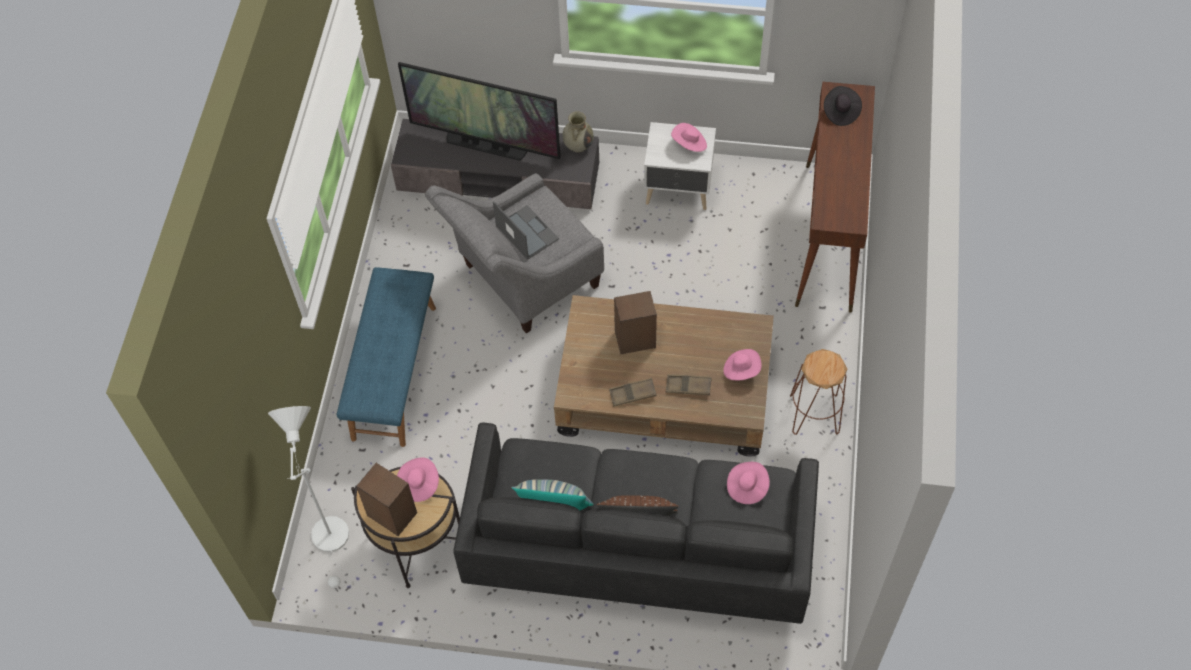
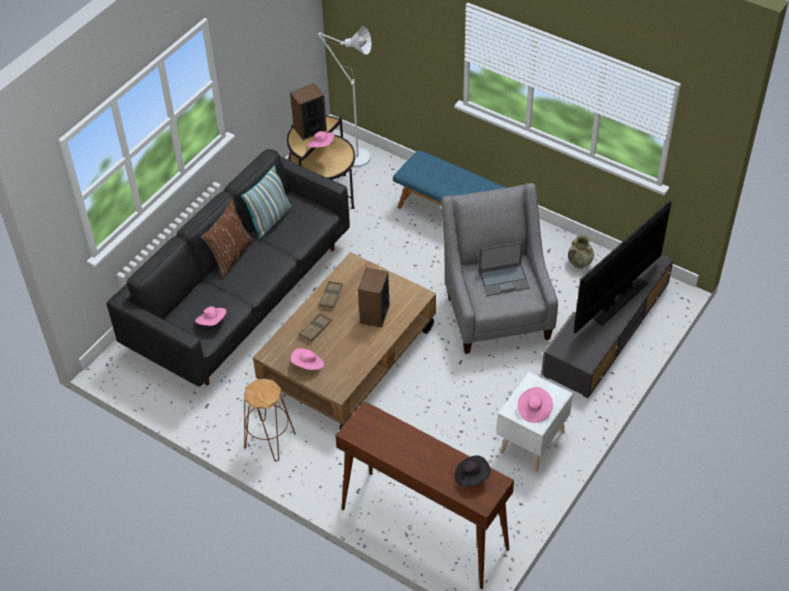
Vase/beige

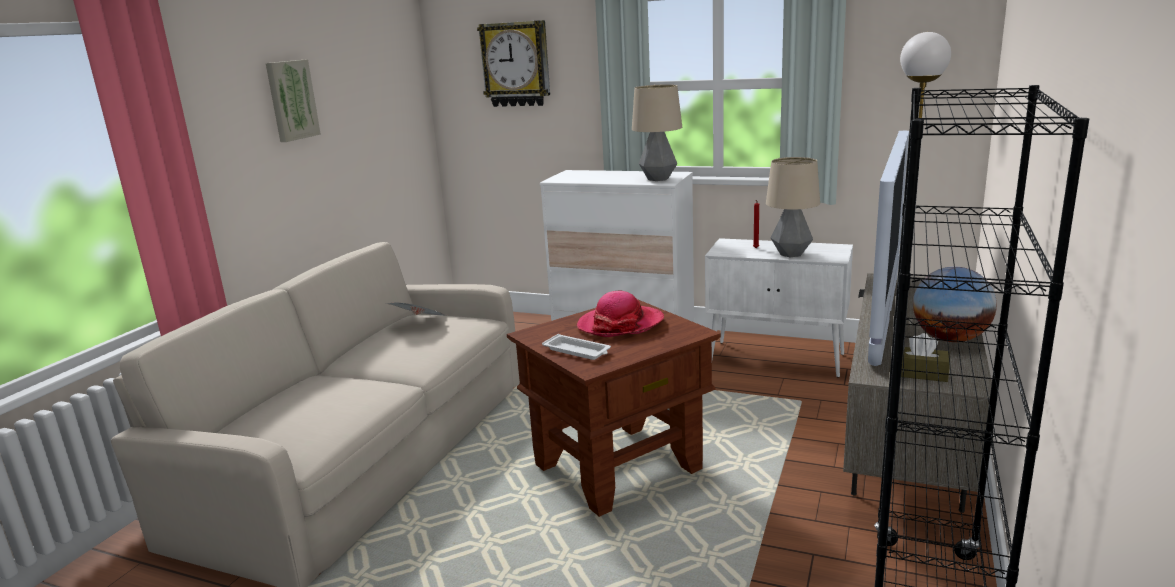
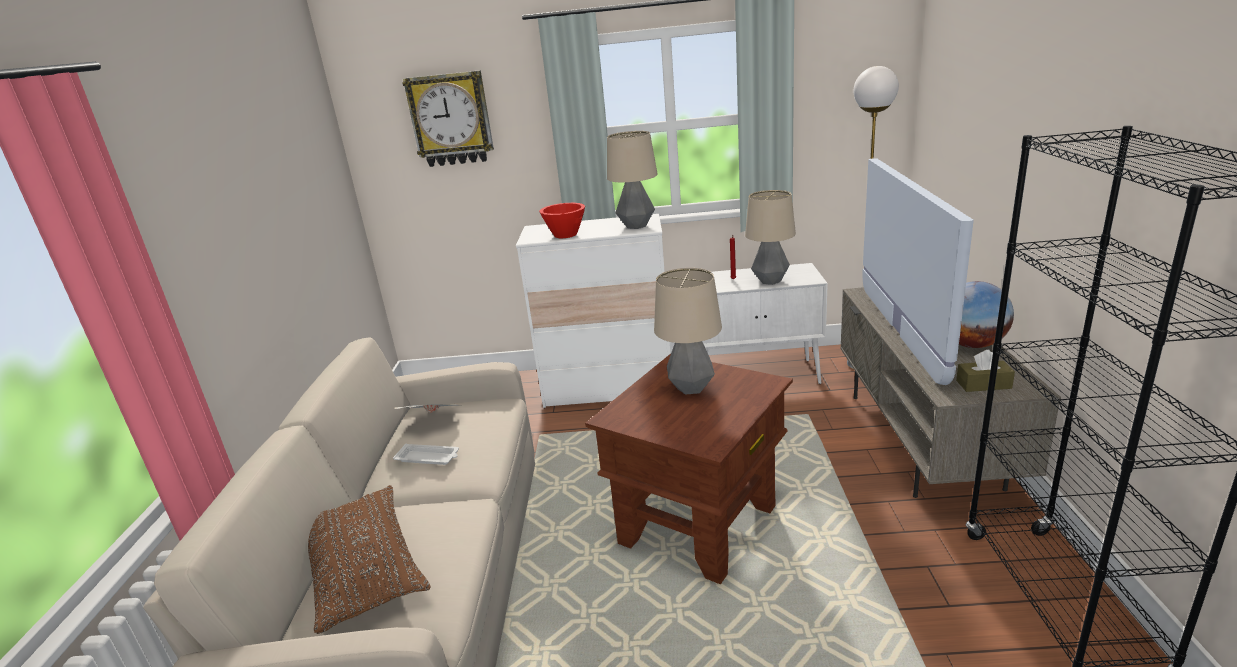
Kissen/braun
Tablett/weiß
Schüssel/rot
Tischlampe (no. 2 from left)
Bild

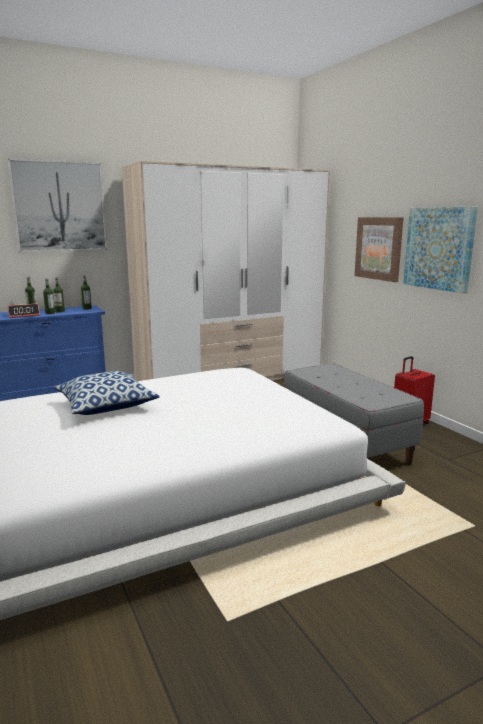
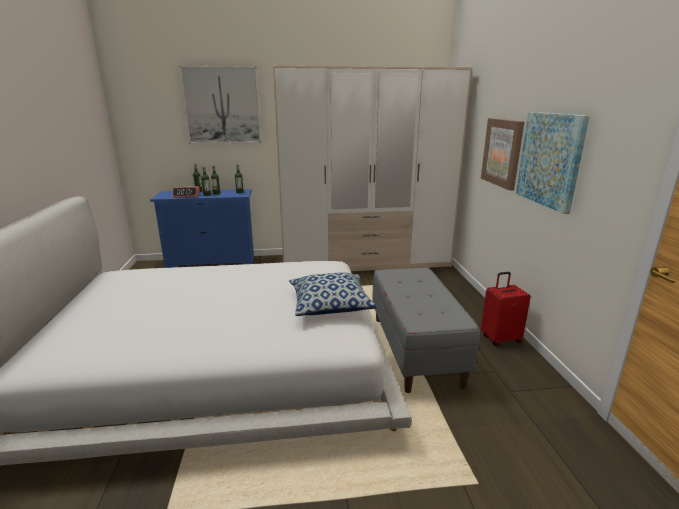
Kissen

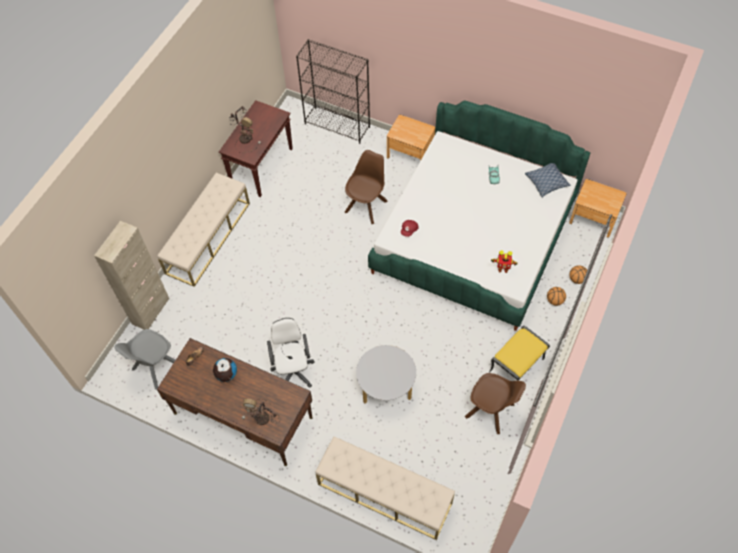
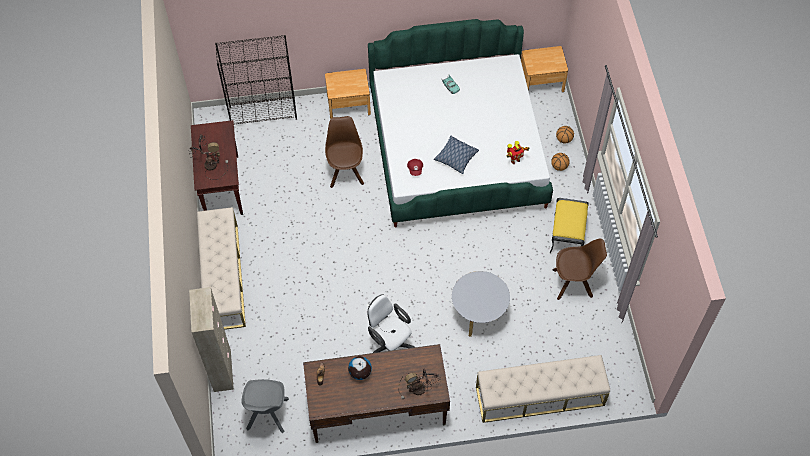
Kissen

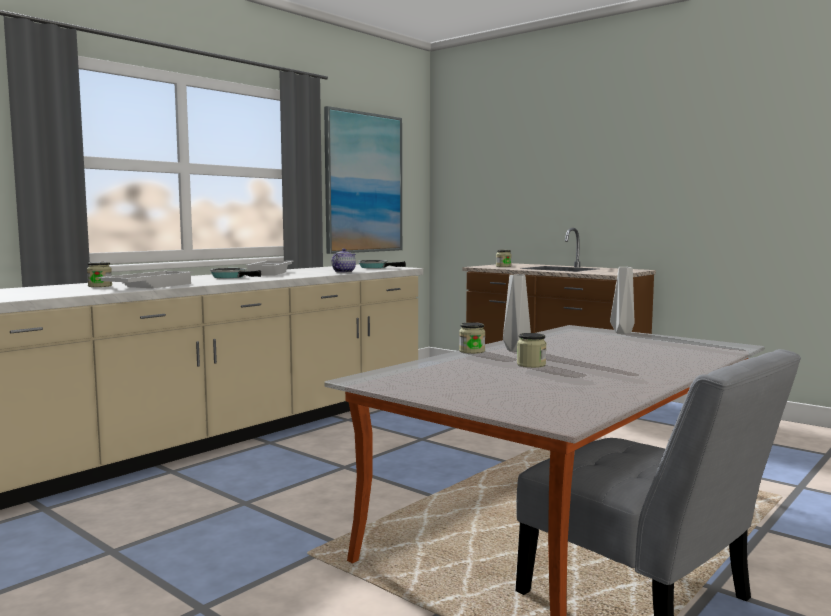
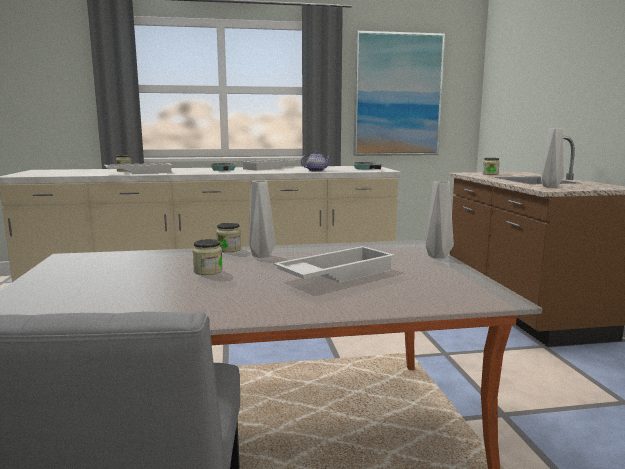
Tablett/weiß (no. 3 from left)
Vase/grau (no. 3 from left)

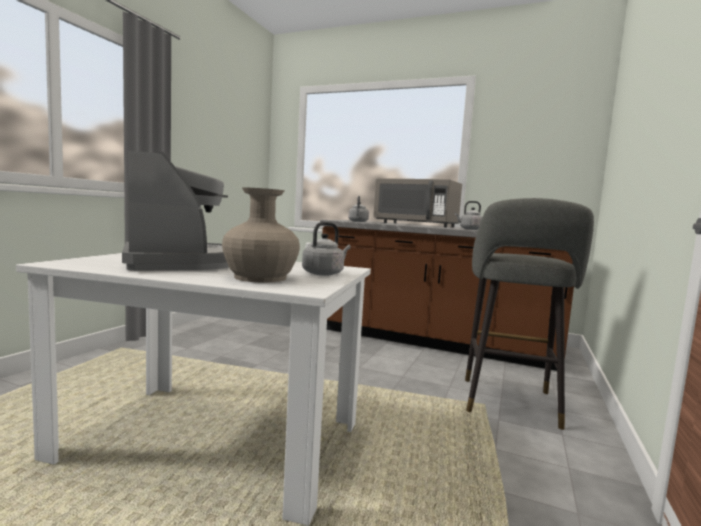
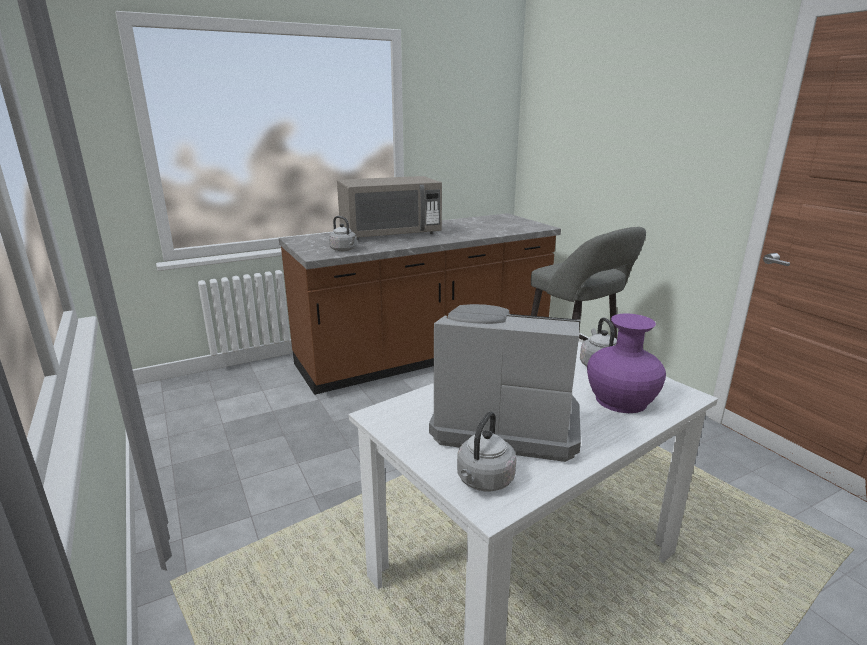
Wasserkessel/grau (no. 2 from left)
Vase/lila

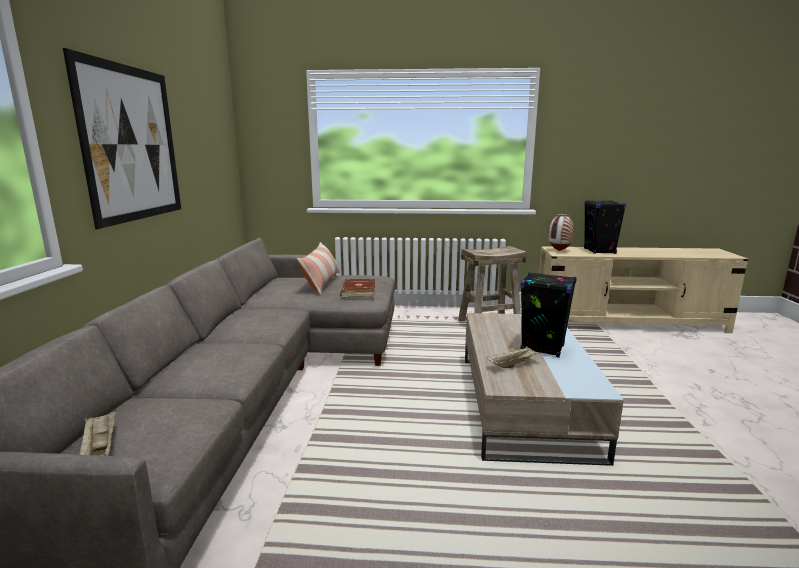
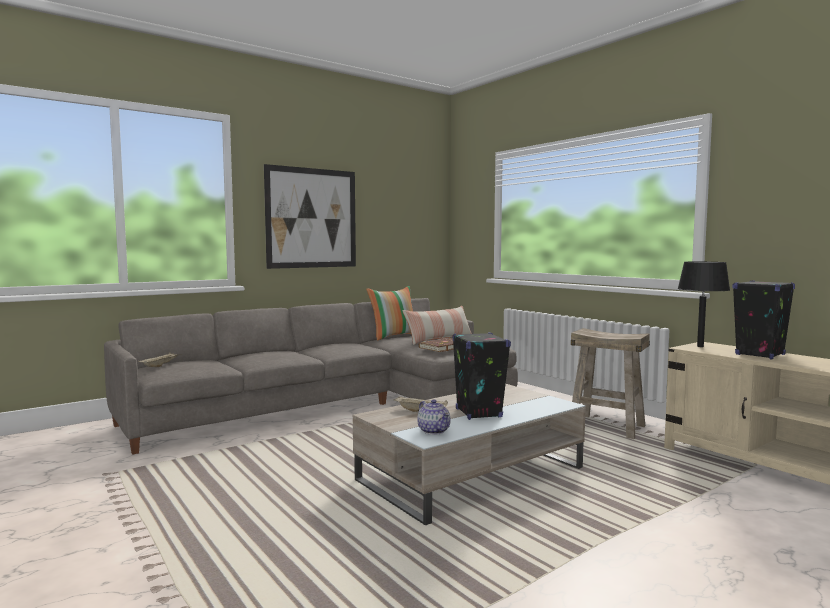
Kissen (no. 1 from left)
Teekanne
Tischlampe/schwarz

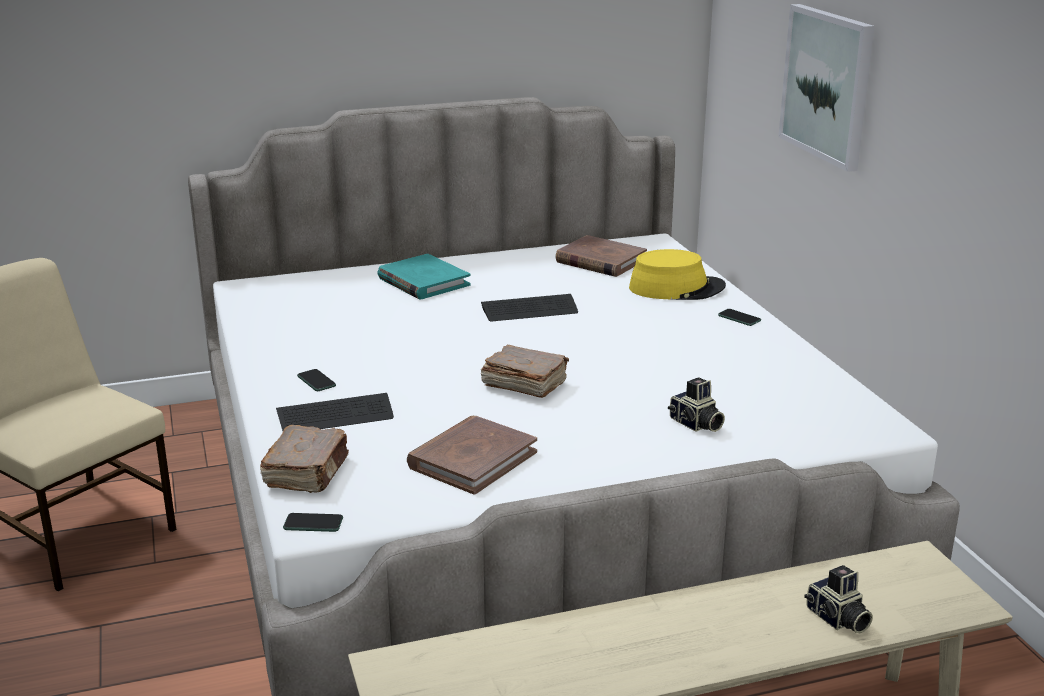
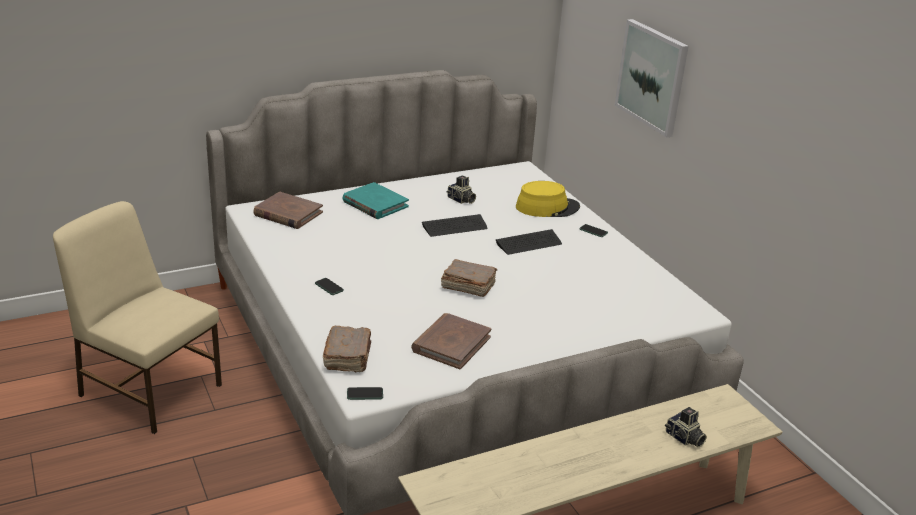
Buch/braun (no. 1 from left)
Kamera (no. 1 from left)
Tastatur (no. 2 from left)

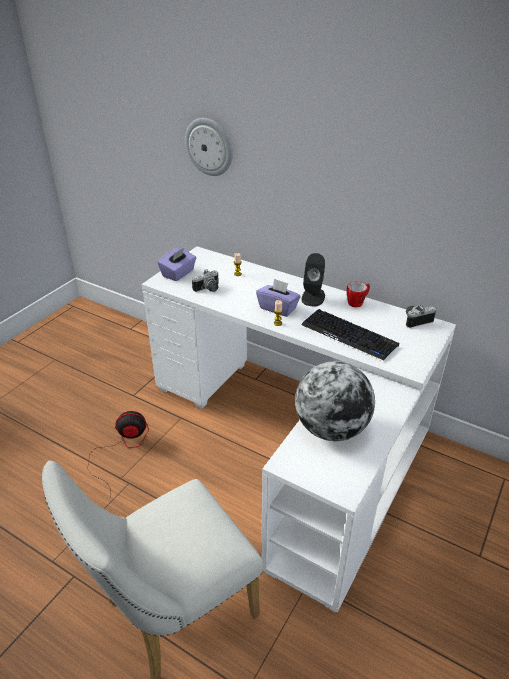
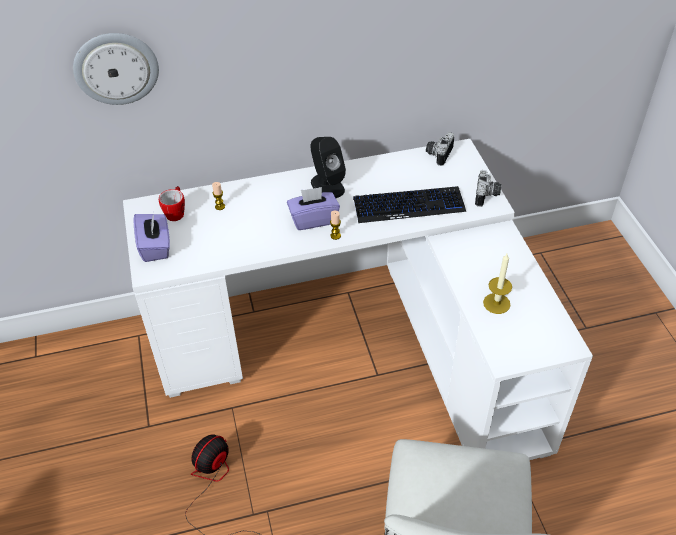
Henkelbecher
Kamera (no. 2 from left)
Kerze (no. 3 from left)

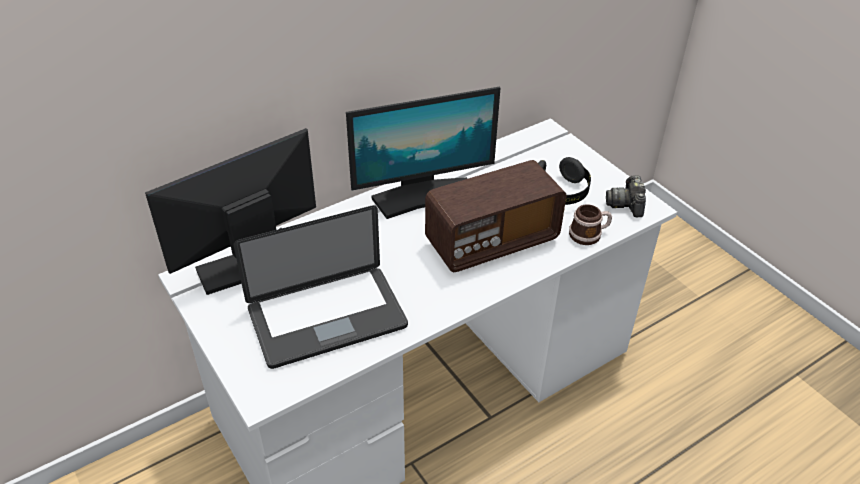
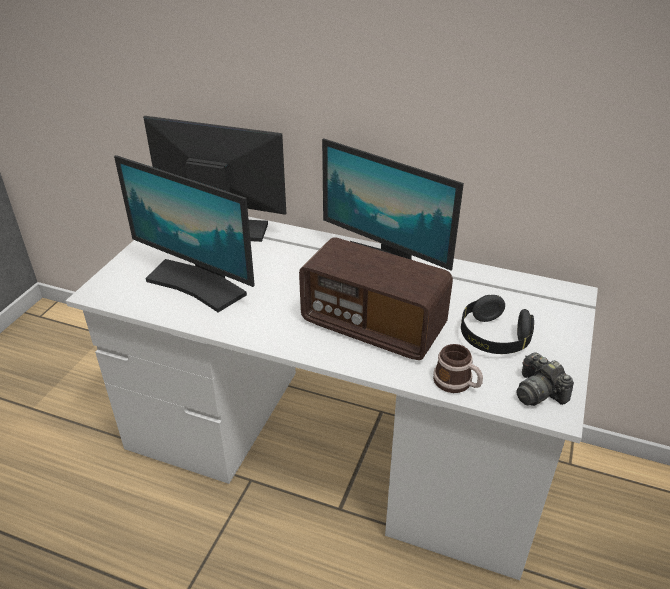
Monitor (no. 1 from left)
Kamera

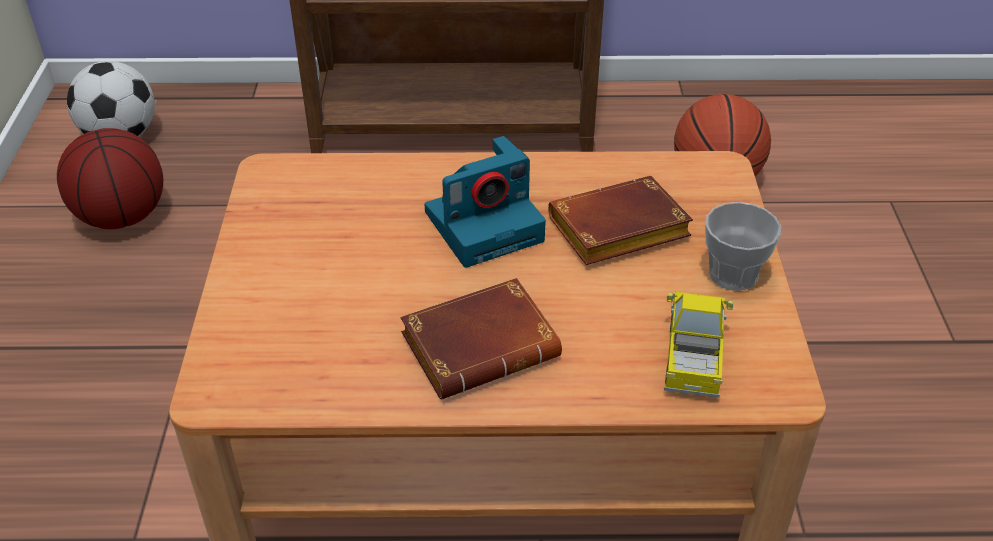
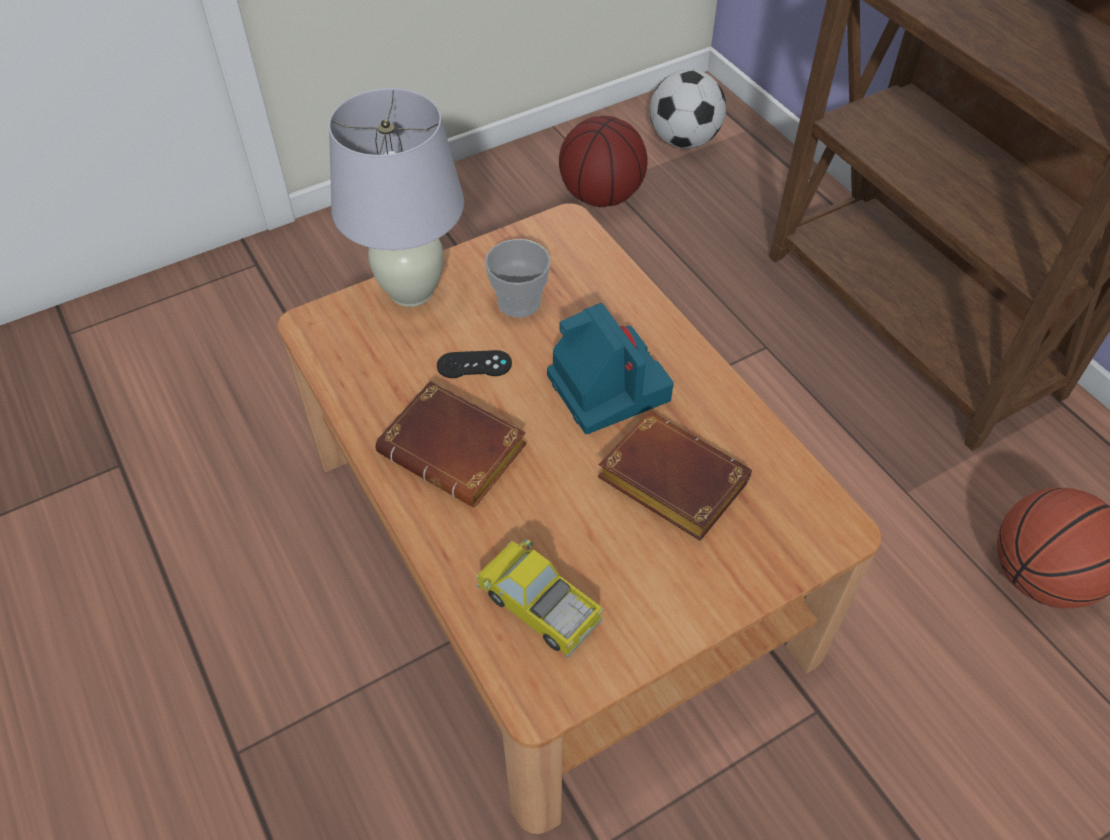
Tischlampe/weiß
Gamepad/schwarz
Spielzeuglaster
Tasse
Kamera

